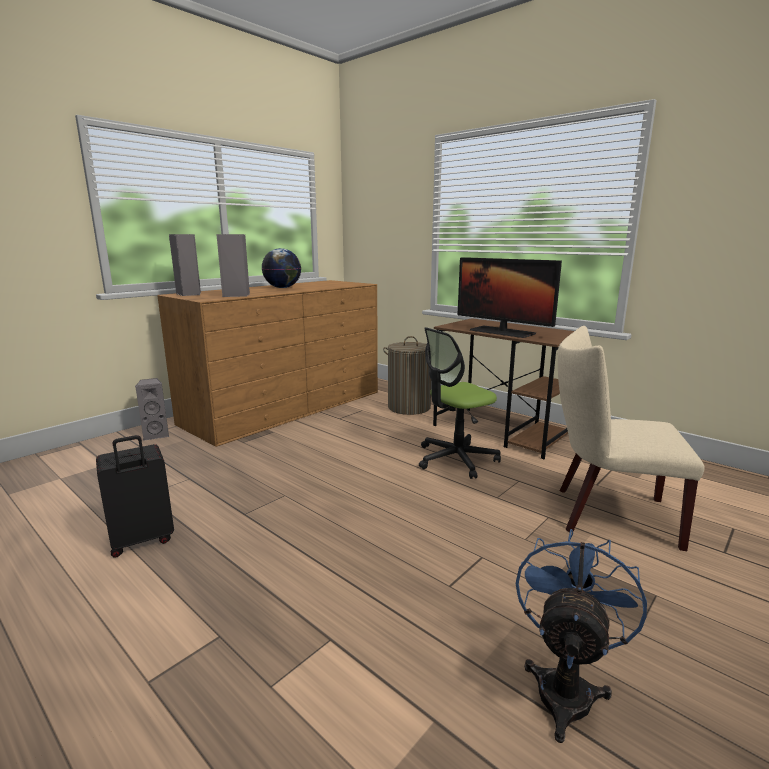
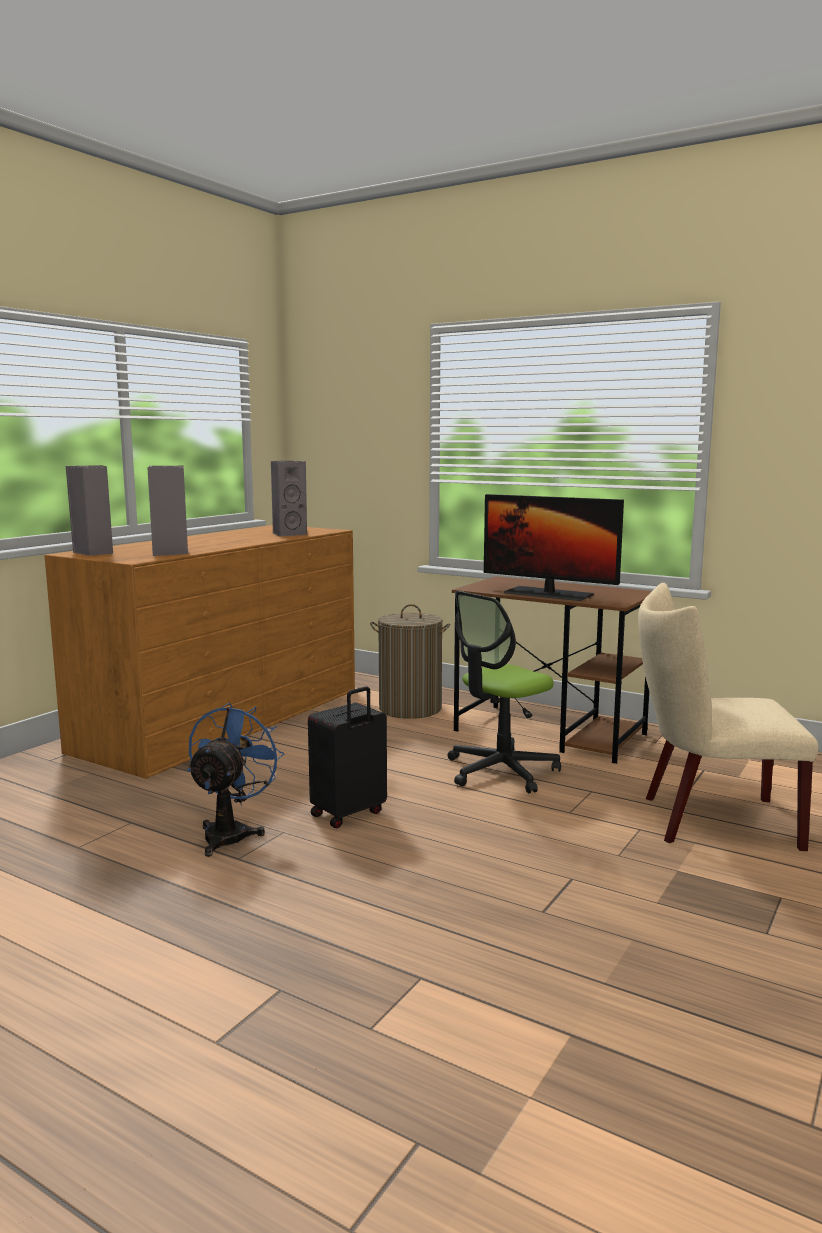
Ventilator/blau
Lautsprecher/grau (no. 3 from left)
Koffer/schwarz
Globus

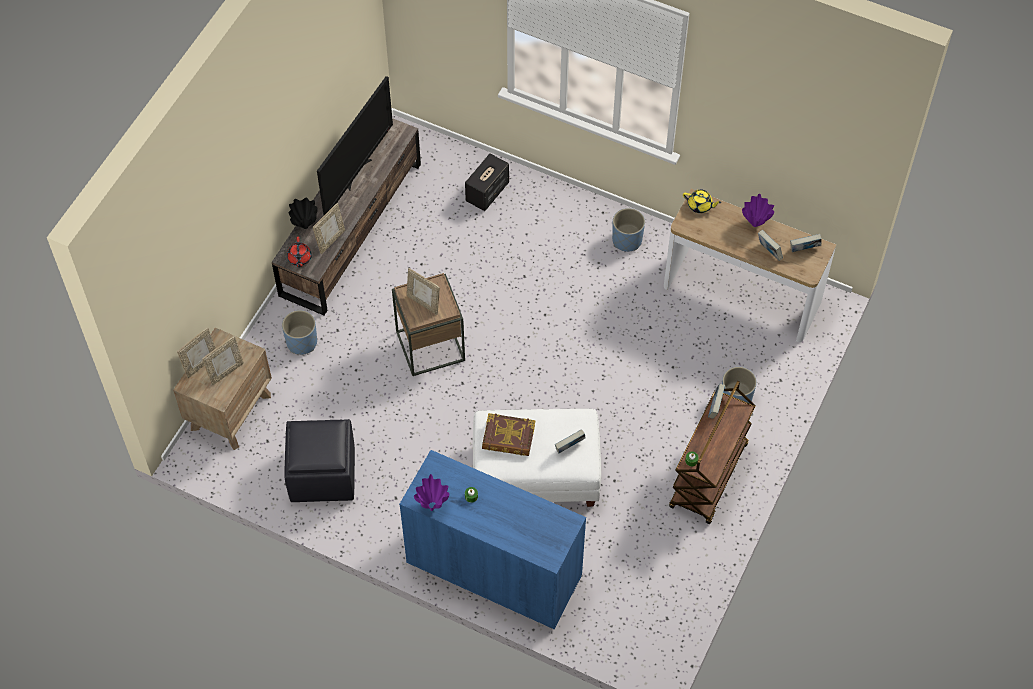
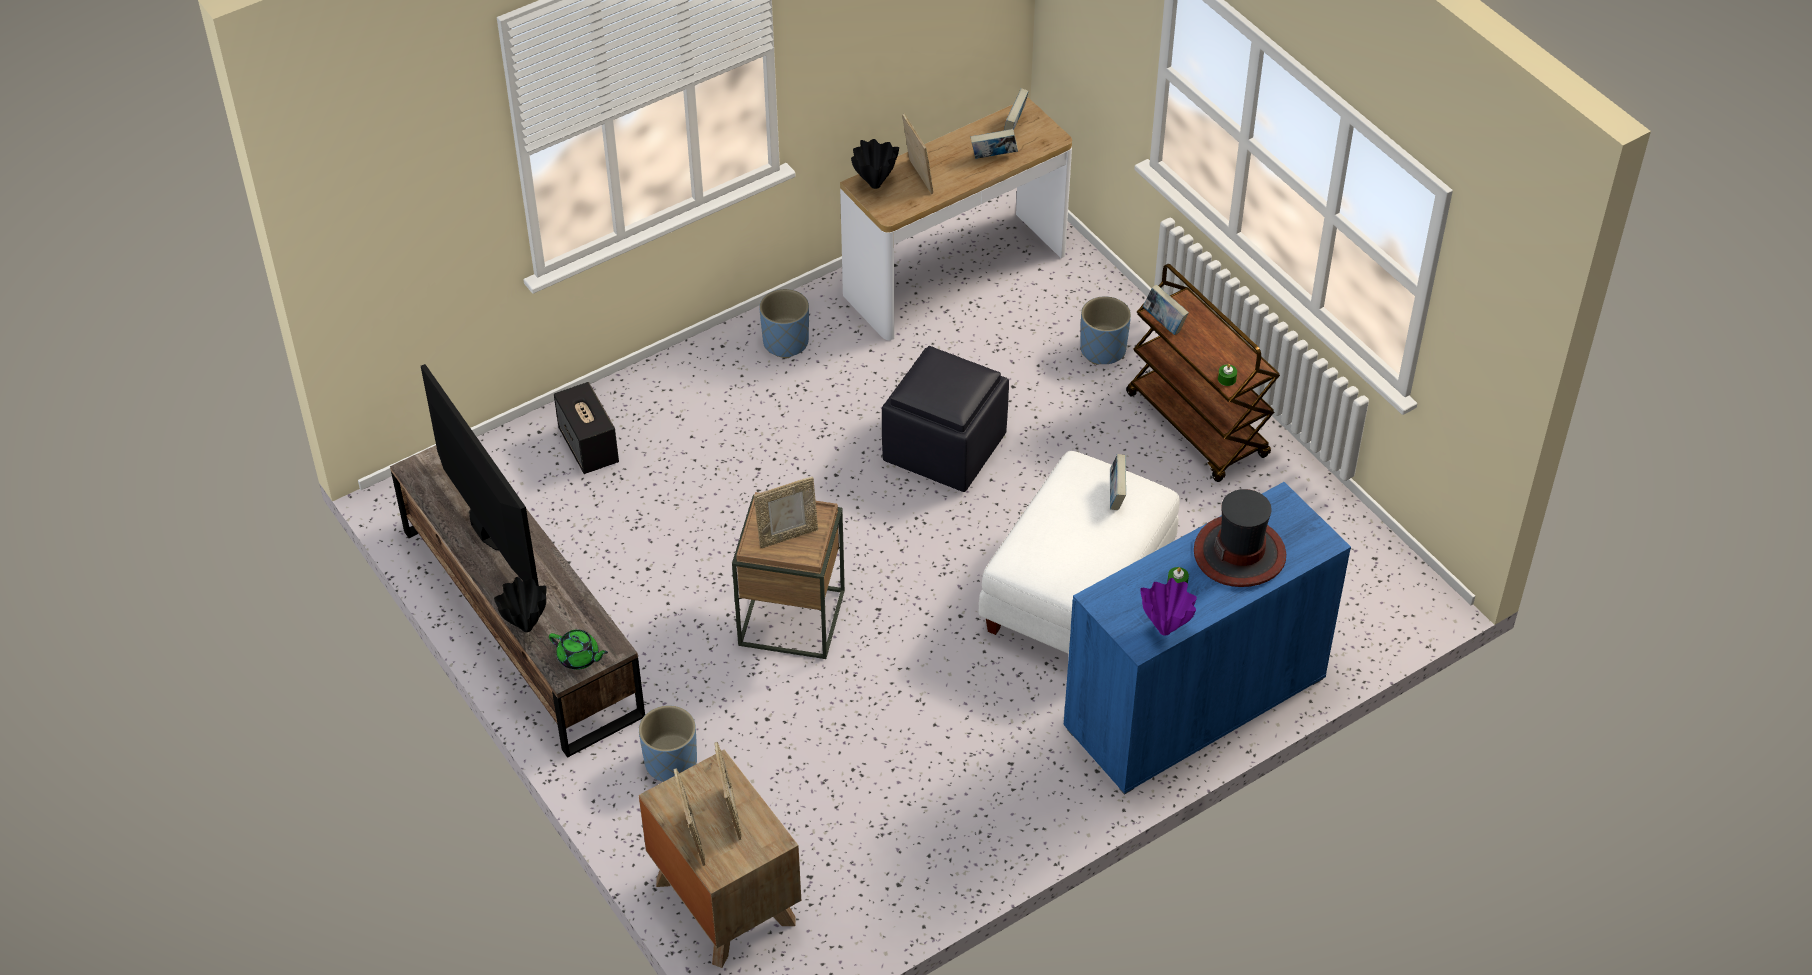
Teekanne/grün
Vase/schwarz (no. 2 from left)
Polsterhocker/schwarz
Bilderrahmen (no. 4 from left)
Hut
Buch (no. 1 from left in the first image)
Vase/lila (no. 2 from left in the first image)

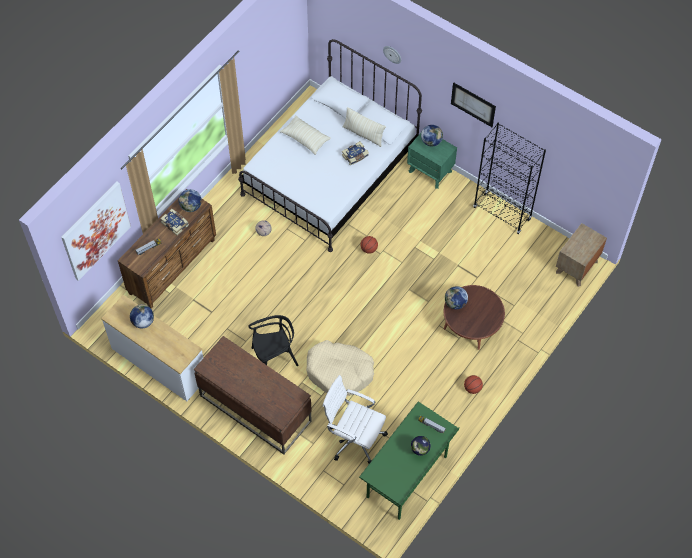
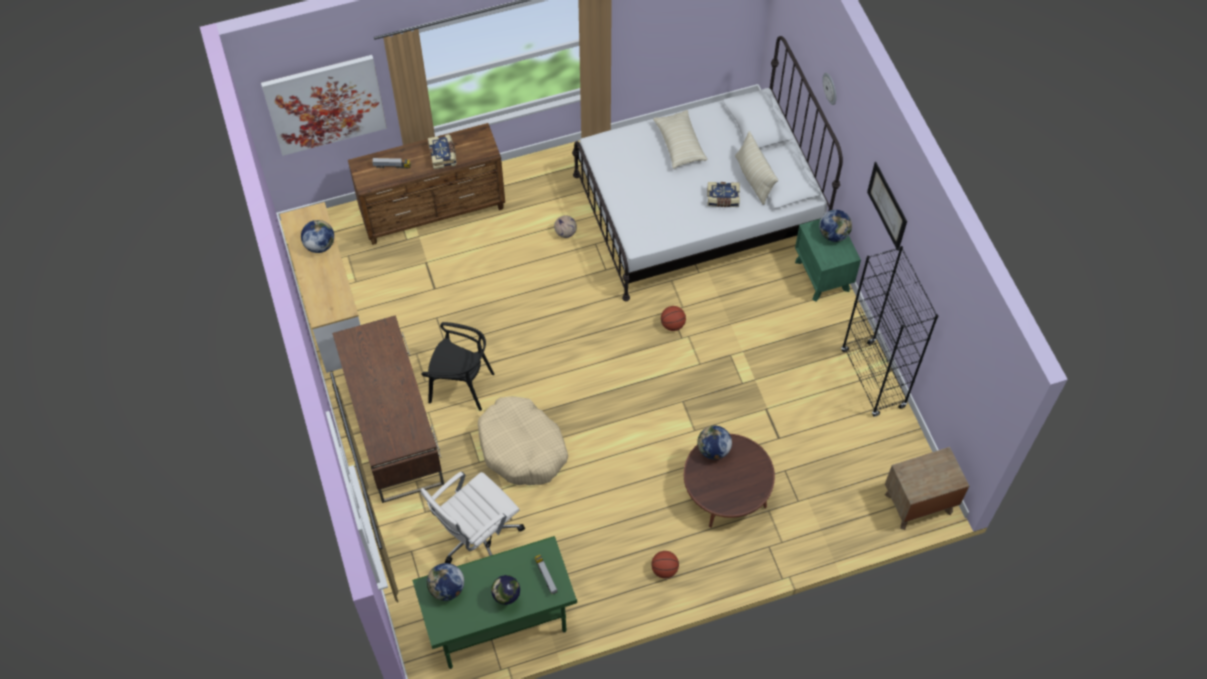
Bürostuhl/weiß
Globus (no. 2 from left)

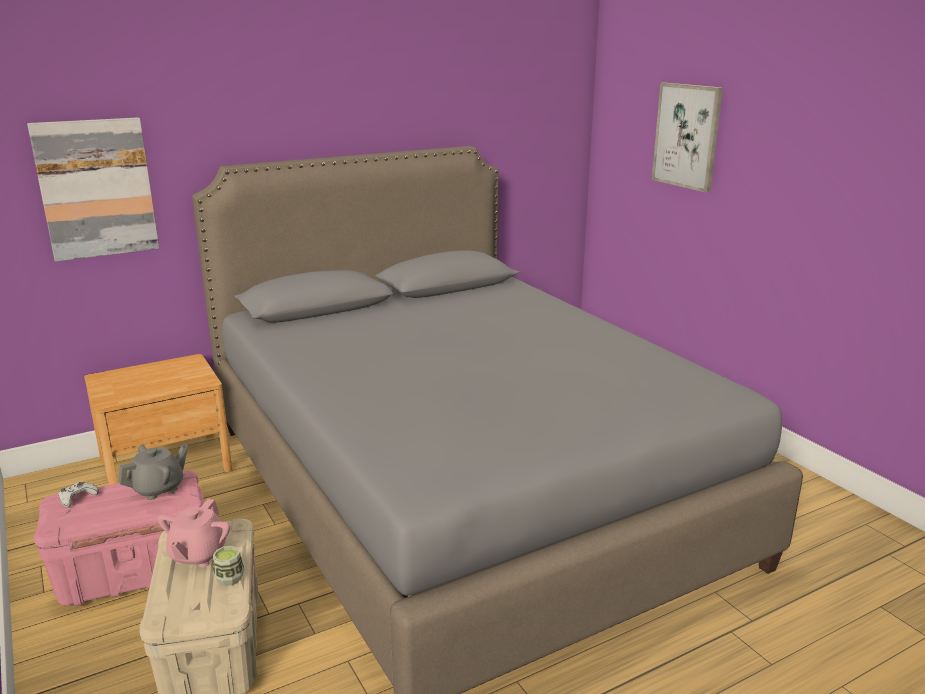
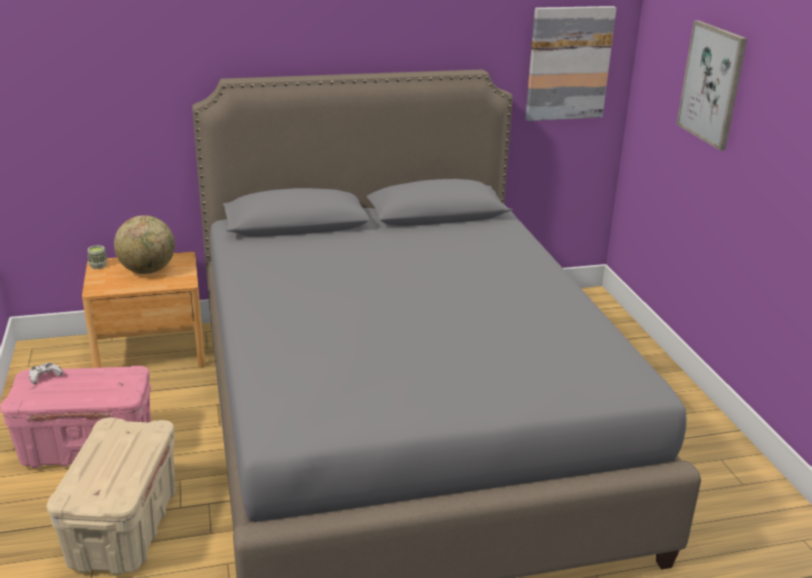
Tasse
Globus
Bild (no. 1 from left)
Teekanne/grau
Teekanne/rosa

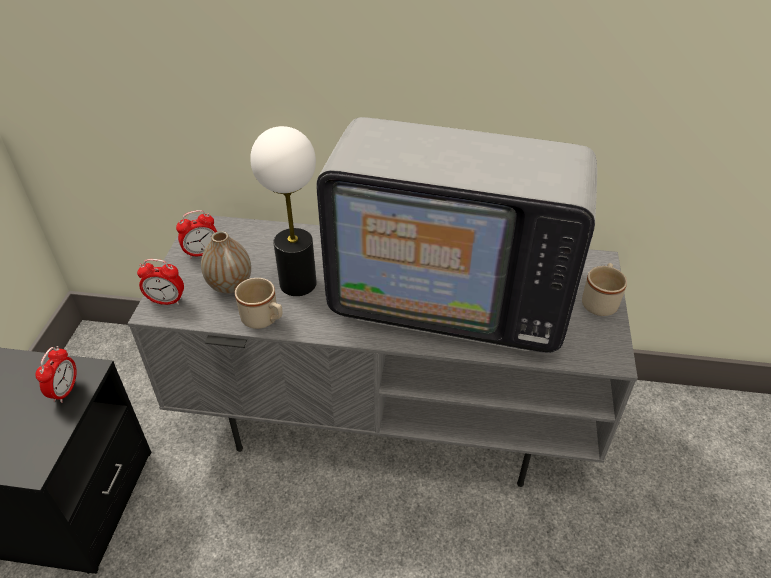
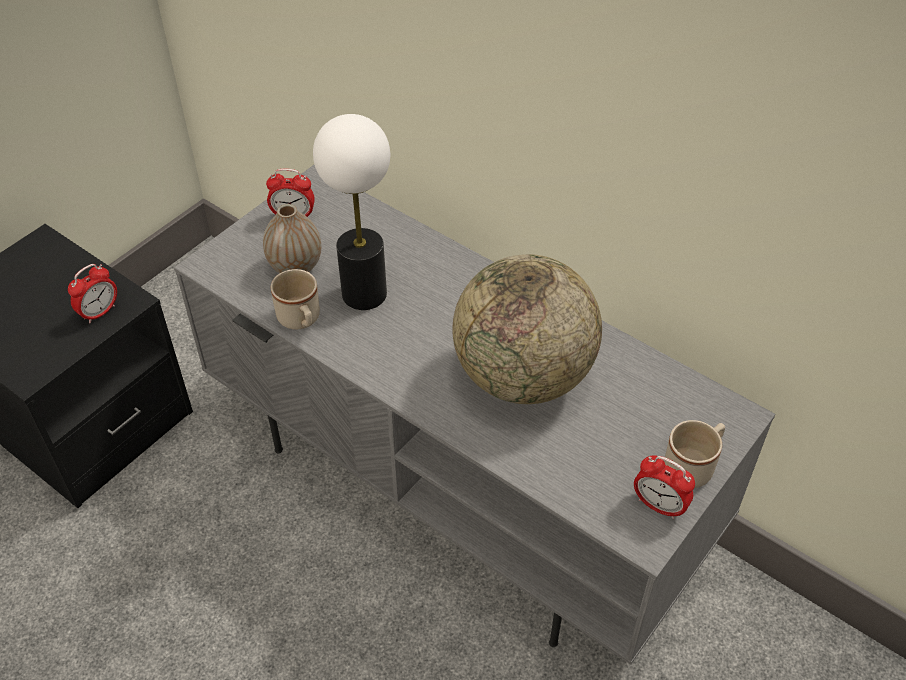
Globus
Wecker (no. 3 from left)

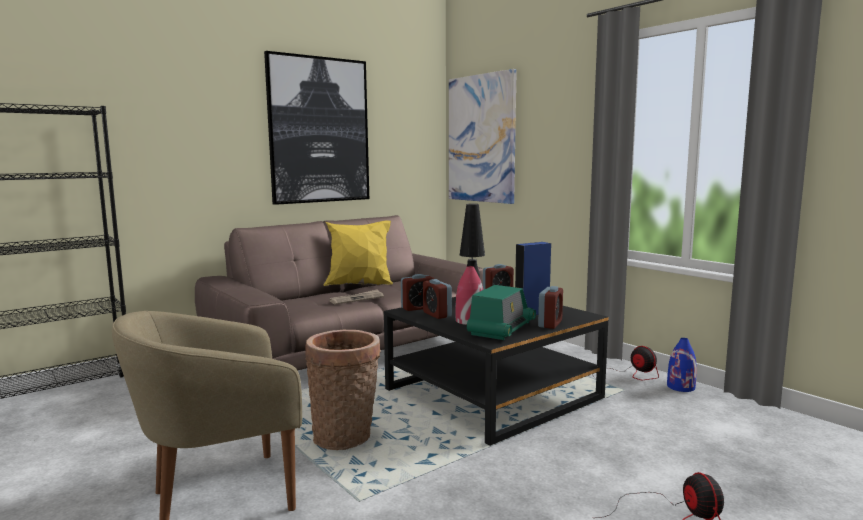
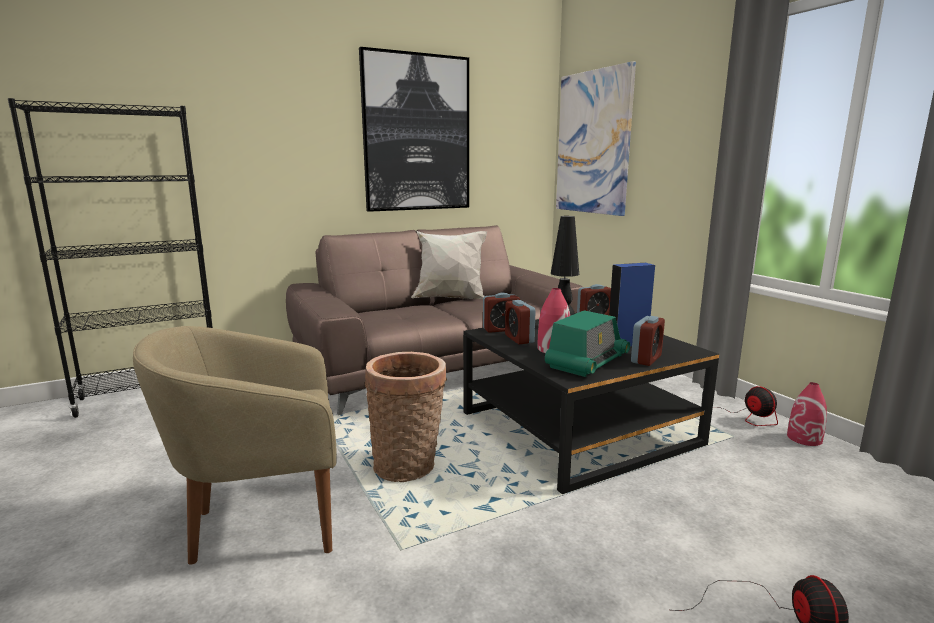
Kissen/weiß
Vase/rot (no. 2 from left)
Zeitung

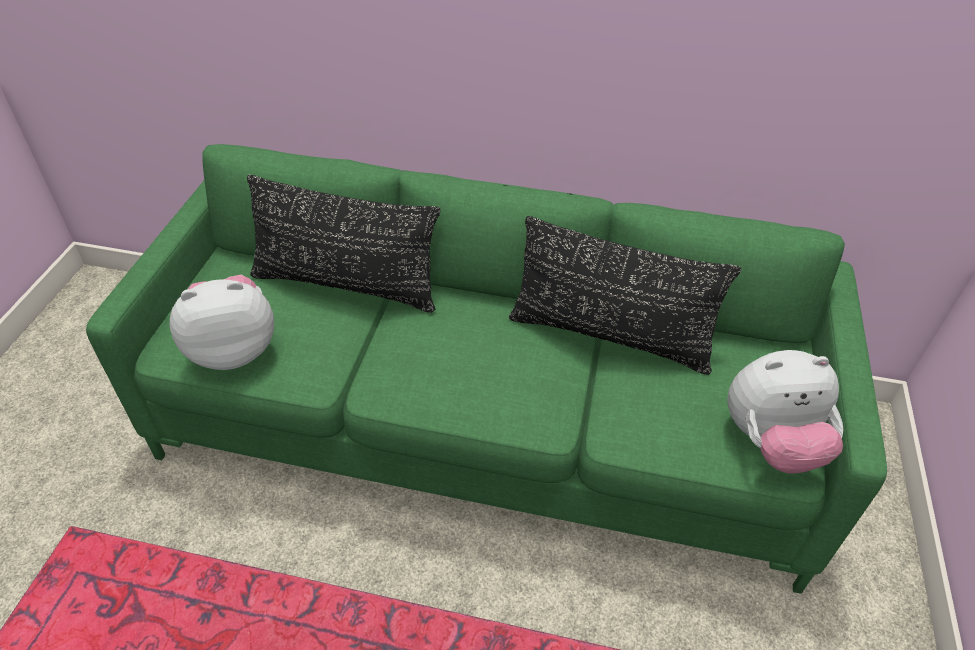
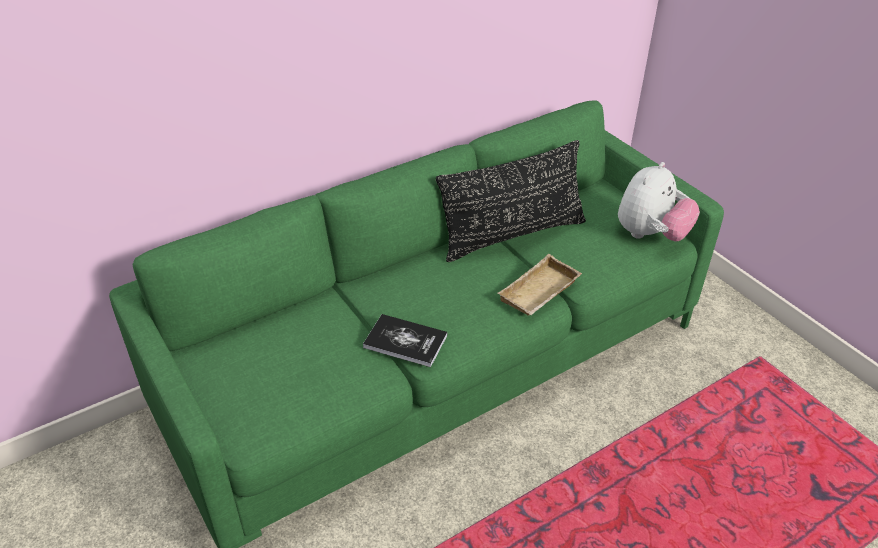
Buch
Tablett/beige
Plüschtier (no. 1 from left in the first image)
Kissen/schwarz (no. 1 from left in the first image)

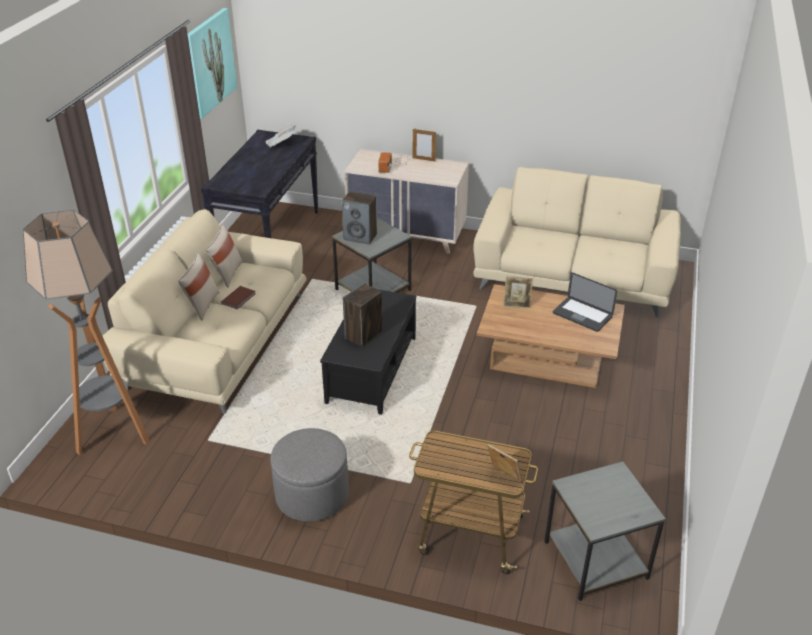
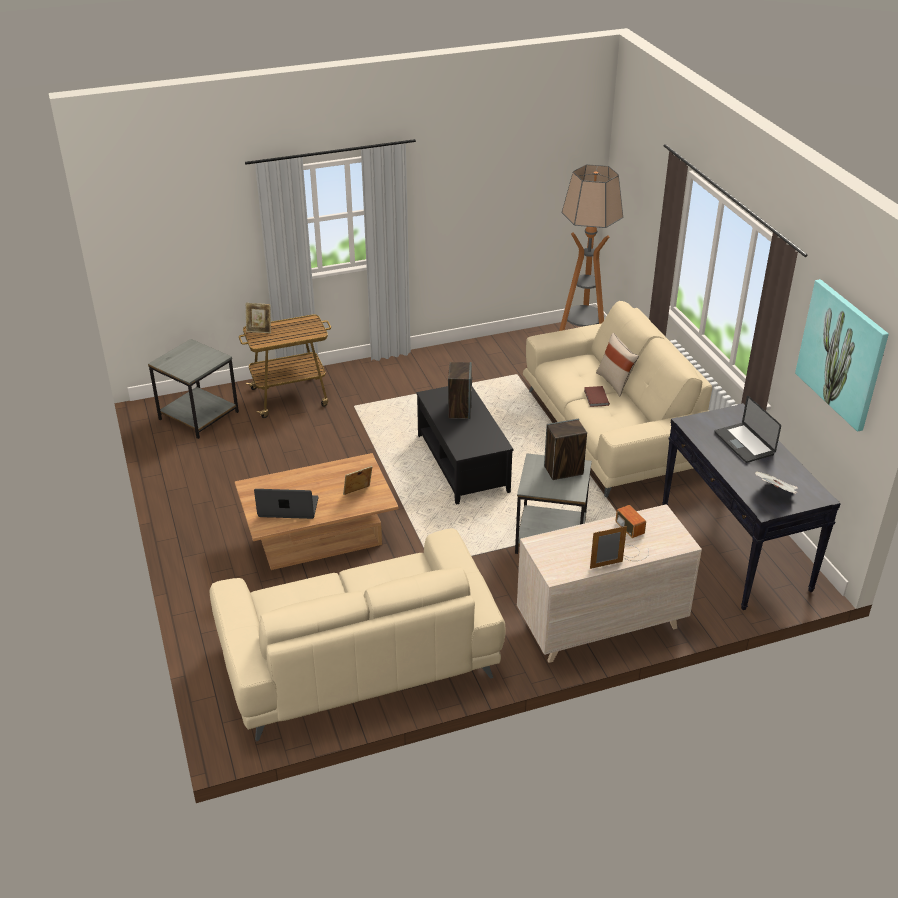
Laptop (no. 2 from left)
Kissen/beige (no. 2 from left in the first image)
Polsterhocker/grau

